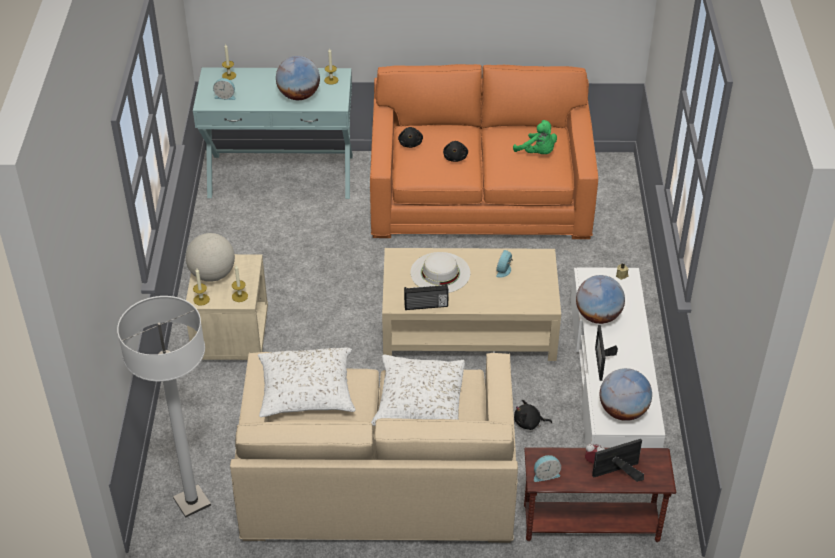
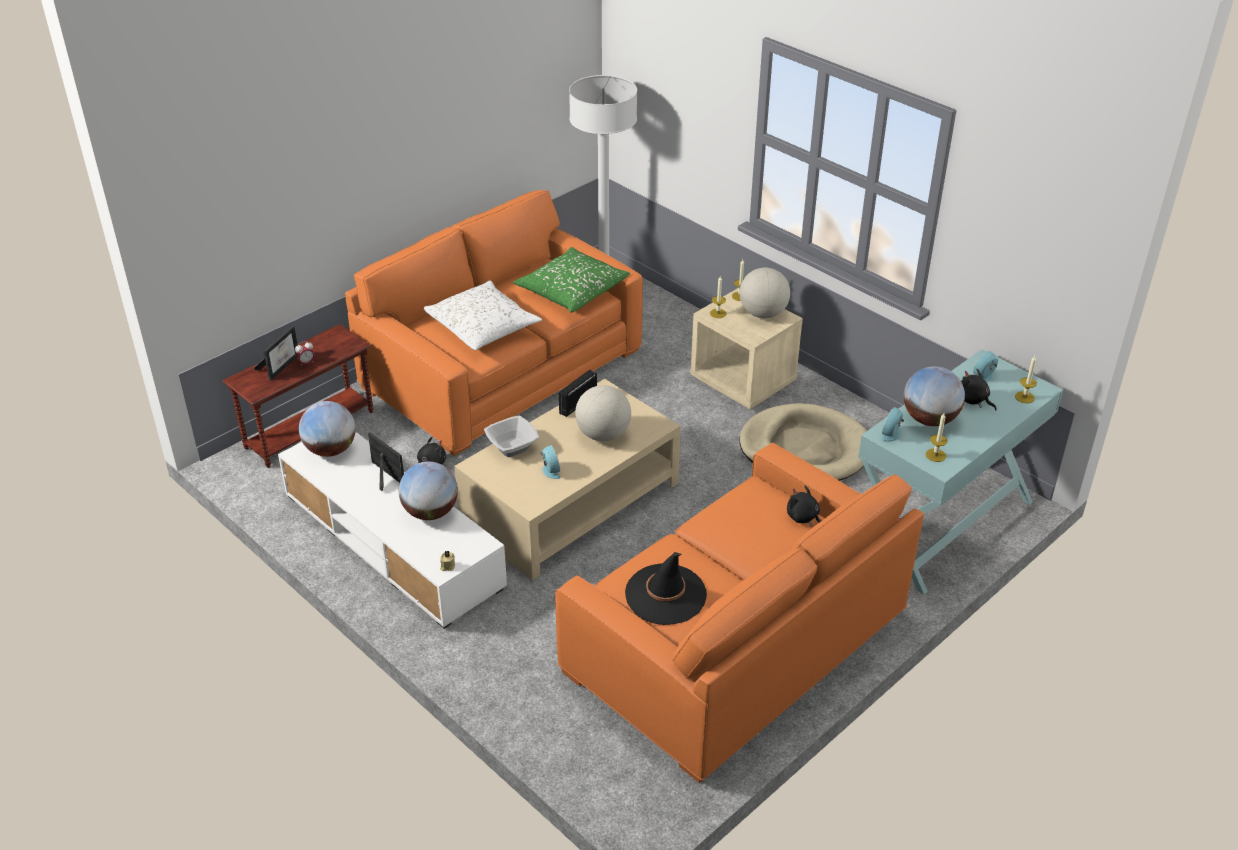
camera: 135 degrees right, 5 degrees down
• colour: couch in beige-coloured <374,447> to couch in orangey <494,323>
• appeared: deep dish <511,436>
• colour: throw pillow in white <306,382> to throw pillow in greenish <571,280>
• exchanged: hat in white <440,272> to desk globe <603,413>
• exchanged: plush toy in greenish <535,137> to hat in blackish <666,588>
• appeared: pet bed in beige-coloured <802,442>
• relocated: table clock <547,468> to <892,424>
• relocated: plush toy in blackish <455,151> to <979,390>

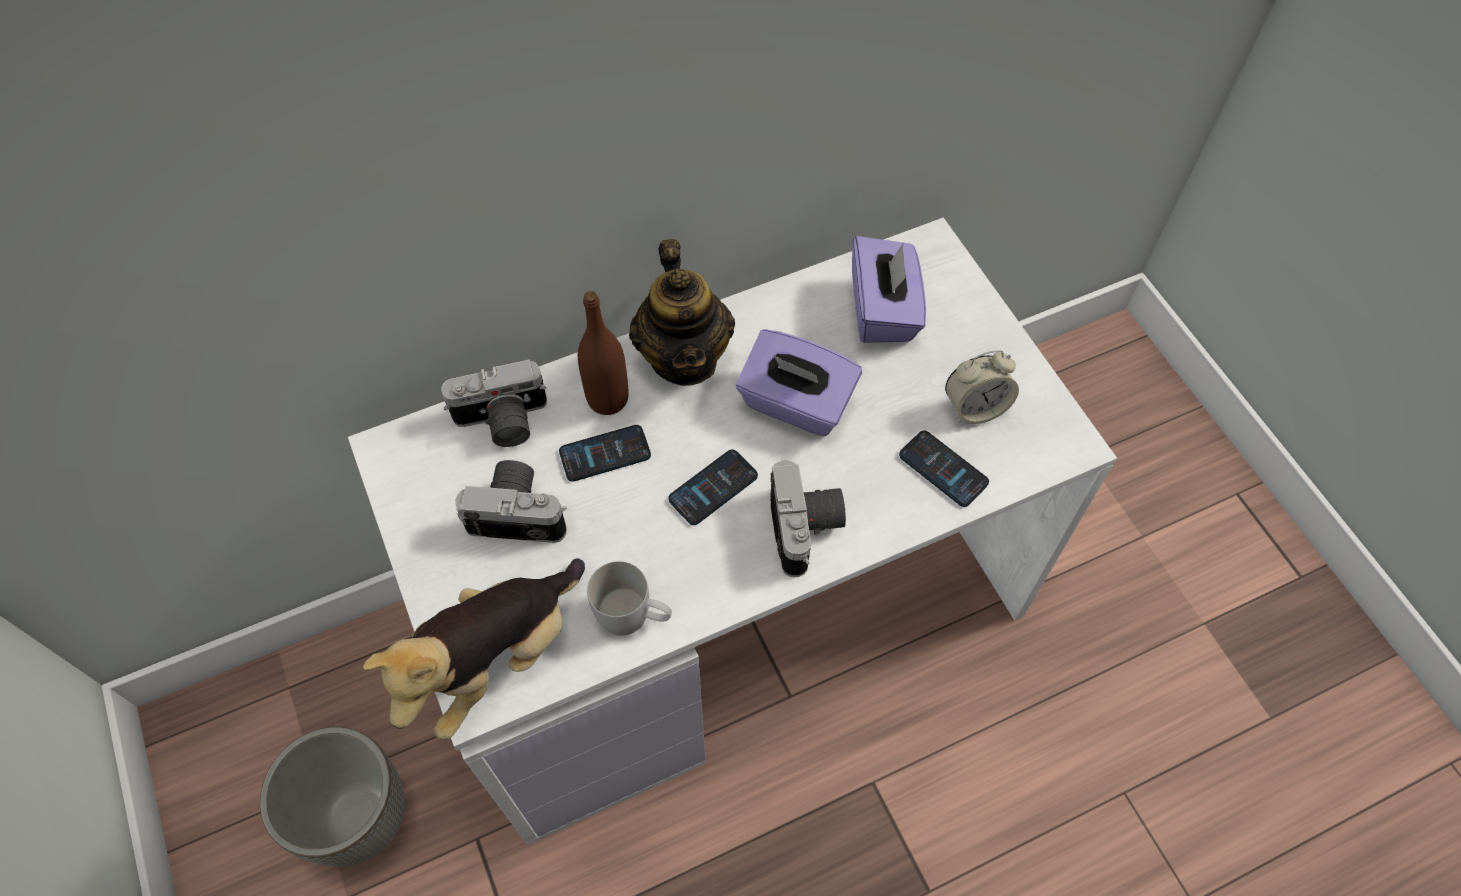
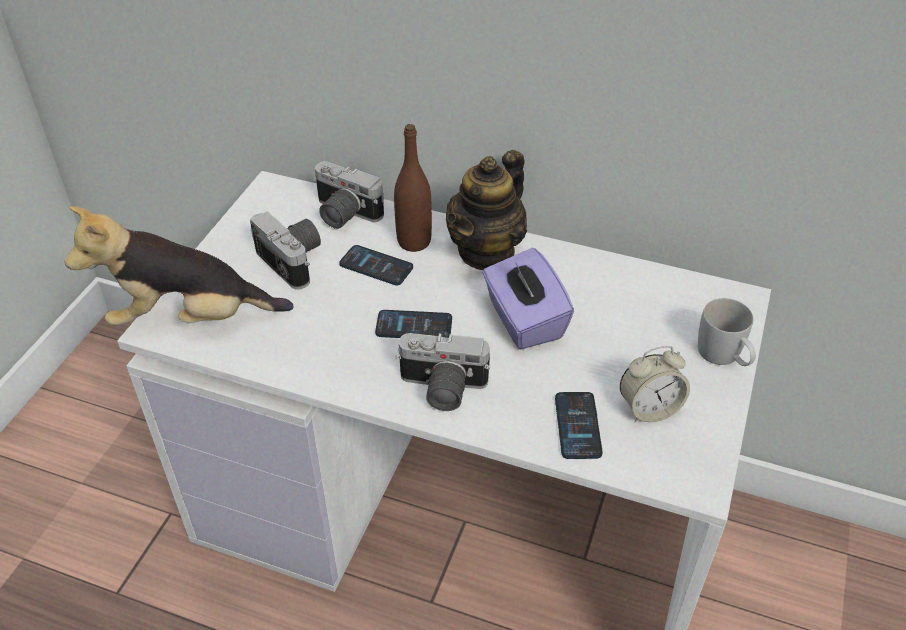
camera: 45 degrees right, 15 degrees down
• spun: photo camera <808,519> = <442,372> 60 degrees clockwise
• spun: table clock <982,387> = <655,384> 45 degrees counterclockwise
• relocated: mug in white <629,598> to <727,332>
• missing: planter <332,797>
• missing: box of tissues in purple-coloured <889,289>

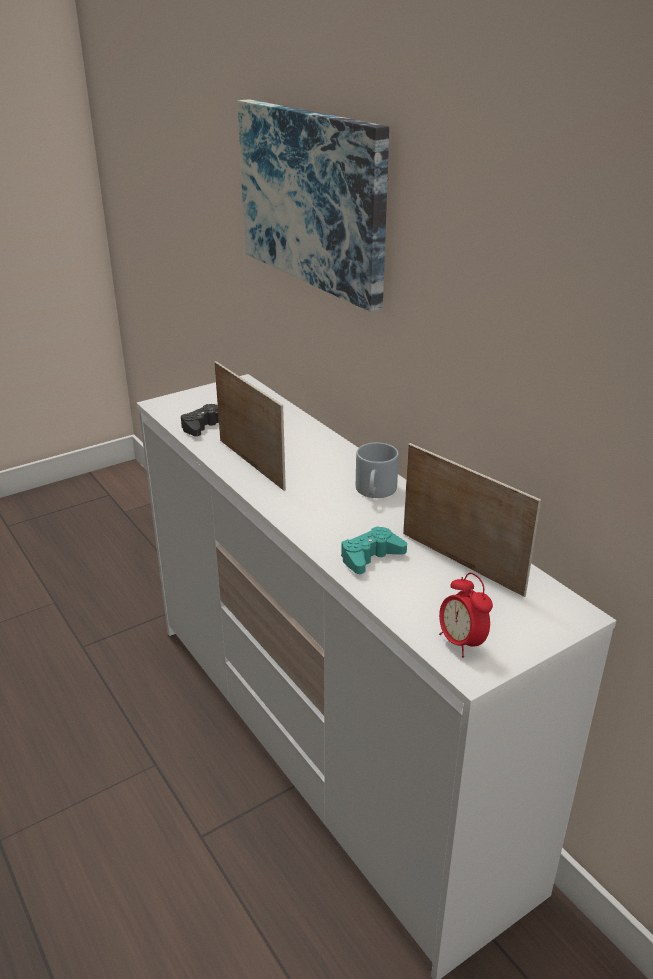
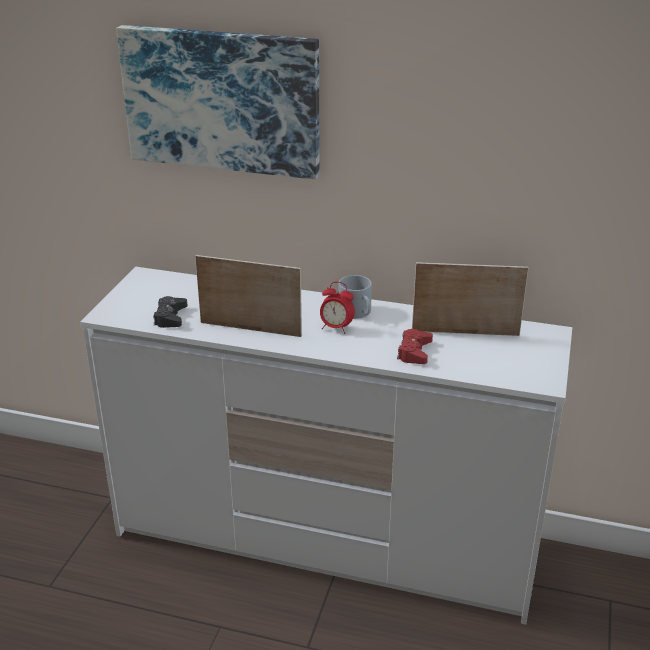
camera: 40 degrees left, 0 degrees up
• relocated: table clock <466,615> to <337,308>
• colour: gamepad in turquoise <374,550> to gamepad in red-coloured <415,346>

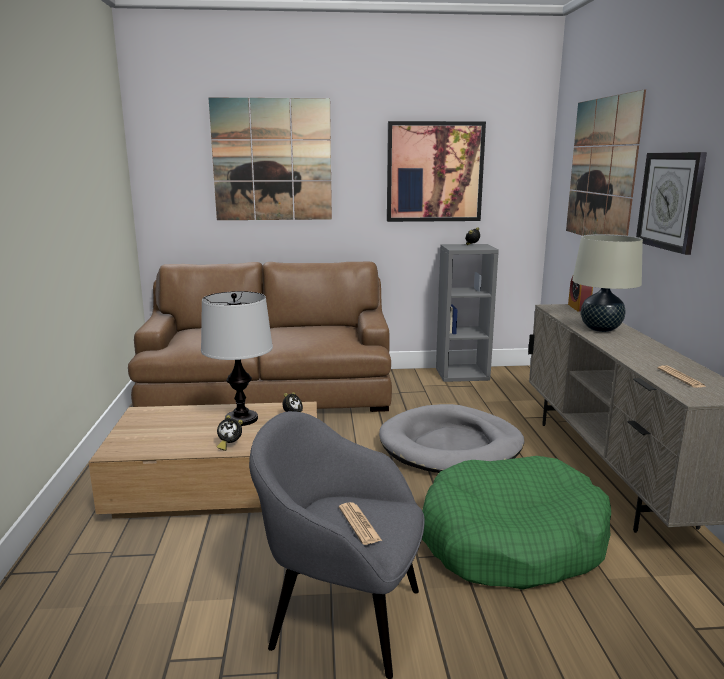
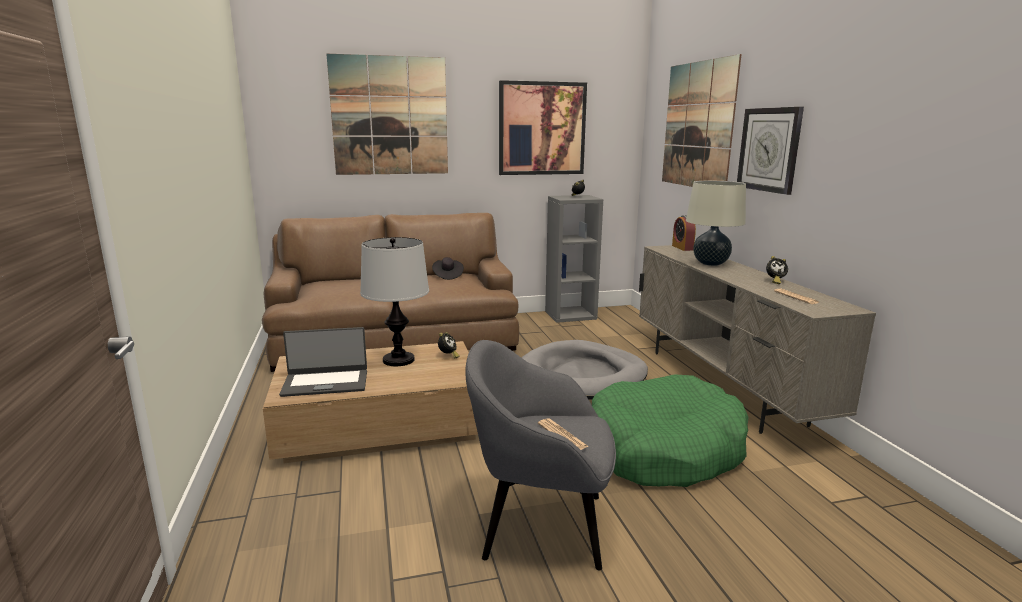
camera: 10 degrees left, 0 degrees up
• appeared: laptop <323,362>
• appeared: hat in blackish <448,268>
• relocated: table clock <230,433> to <777,270>

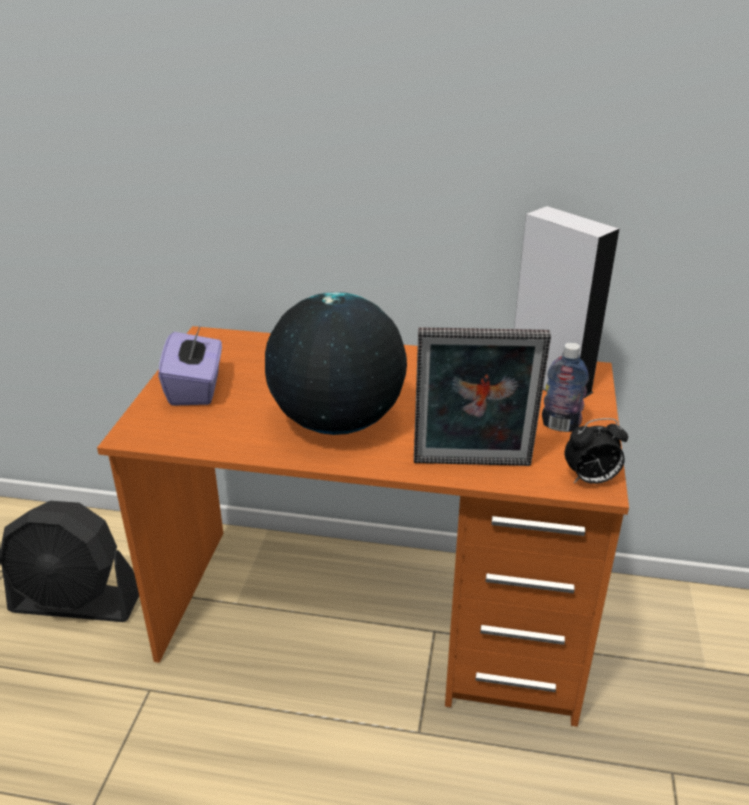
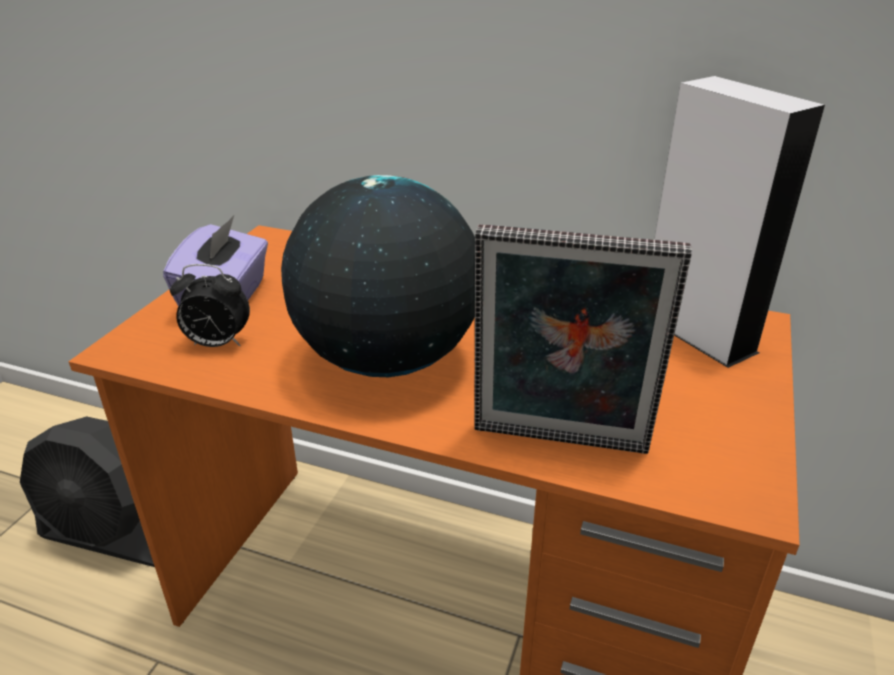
camera: 10 degrees right, 0 degrees up
• relocated: table clock <596,451> to <210,305>
• missing: bottle <565,387>

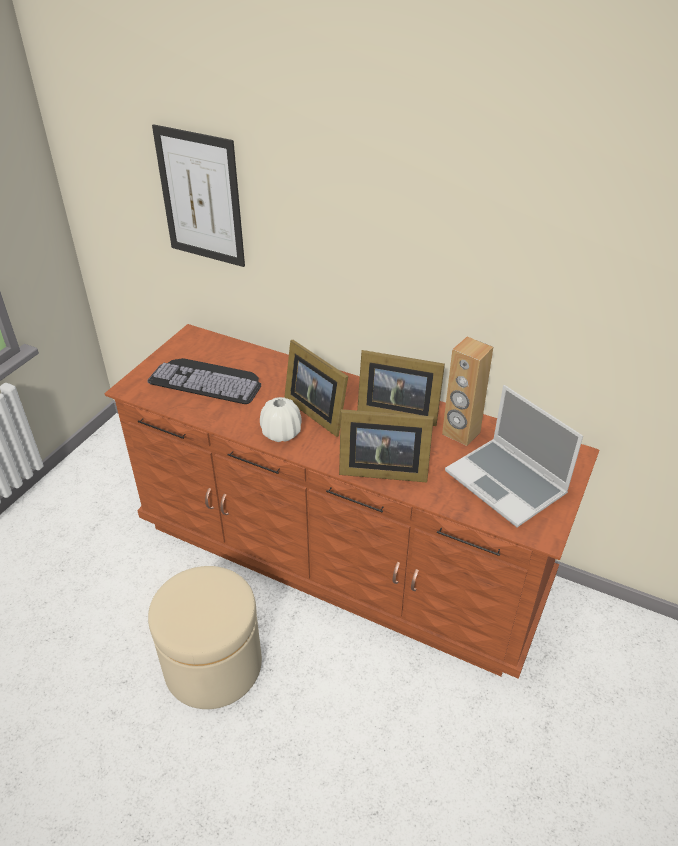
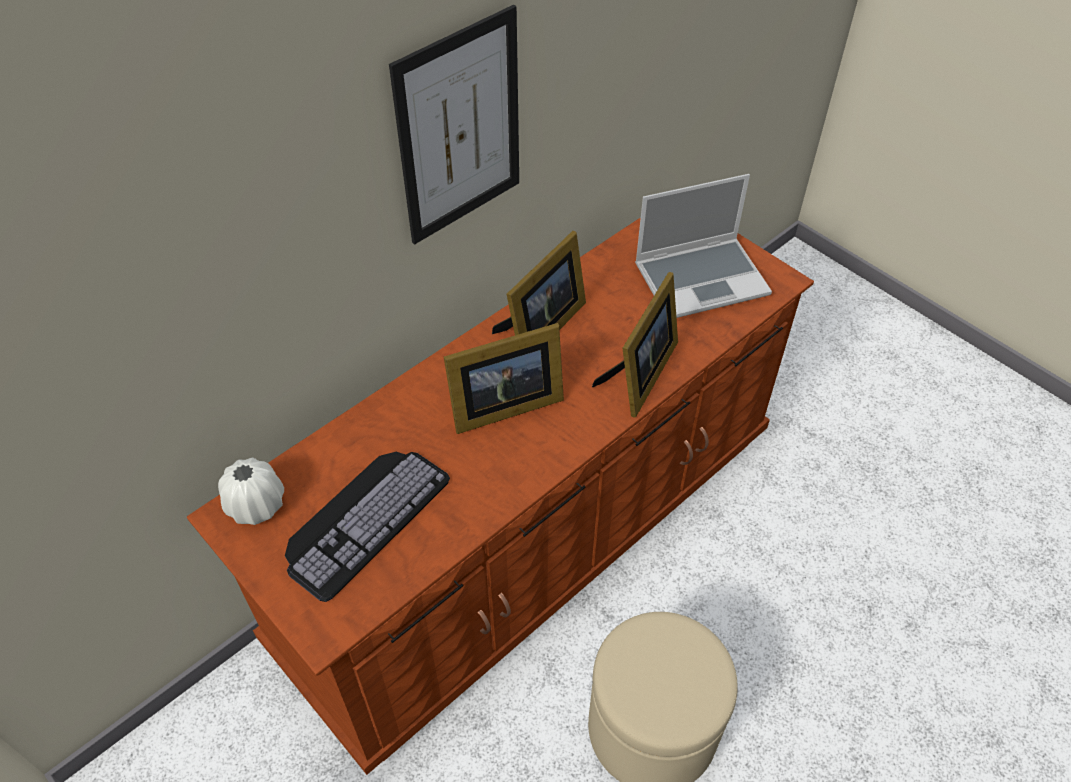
camera: 70 degrees left, 10 degrees up
• relocated: flower vase in white <281,419> to <251,491>
• relocated: picture <198,195> to <454,124>
• missing: loudspeaker in brown <467,391>

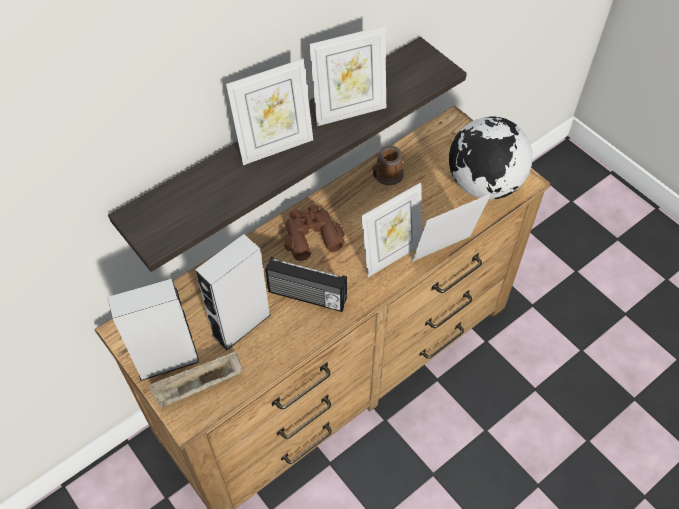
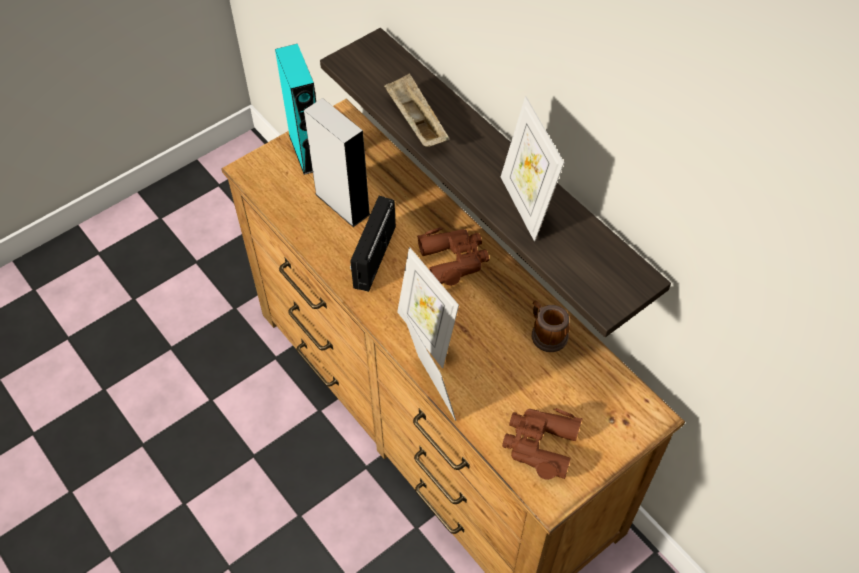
camera: 90 degrees right, 0 degrees up
• colour: loudspeaker in gray <153,329> to loudspeaker in turquoise <295,109>
• relocated: carrying tray in beige-coloured <195,380> to <416,110>
• exchanged: desk globe <491,158> to pair of binoculars in brown <542,444>
• missing: picture frame <269,112>

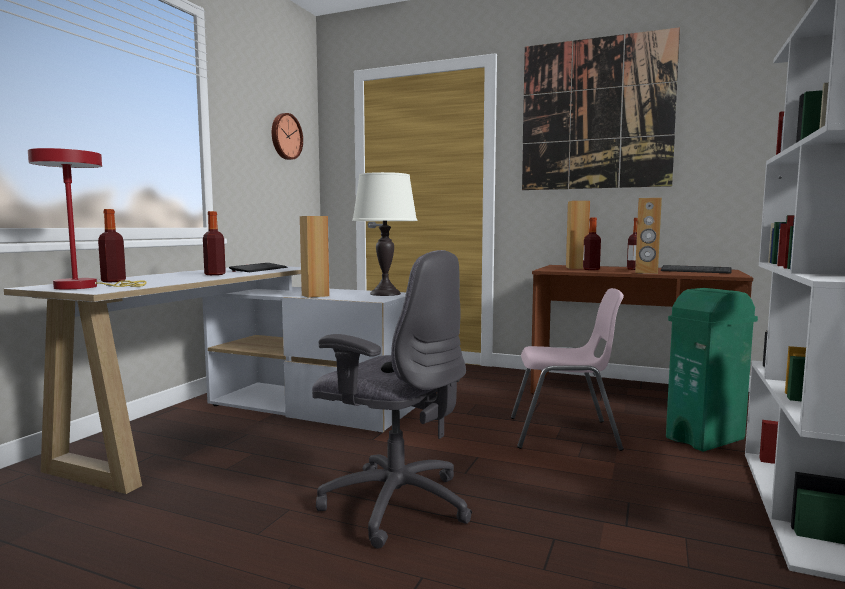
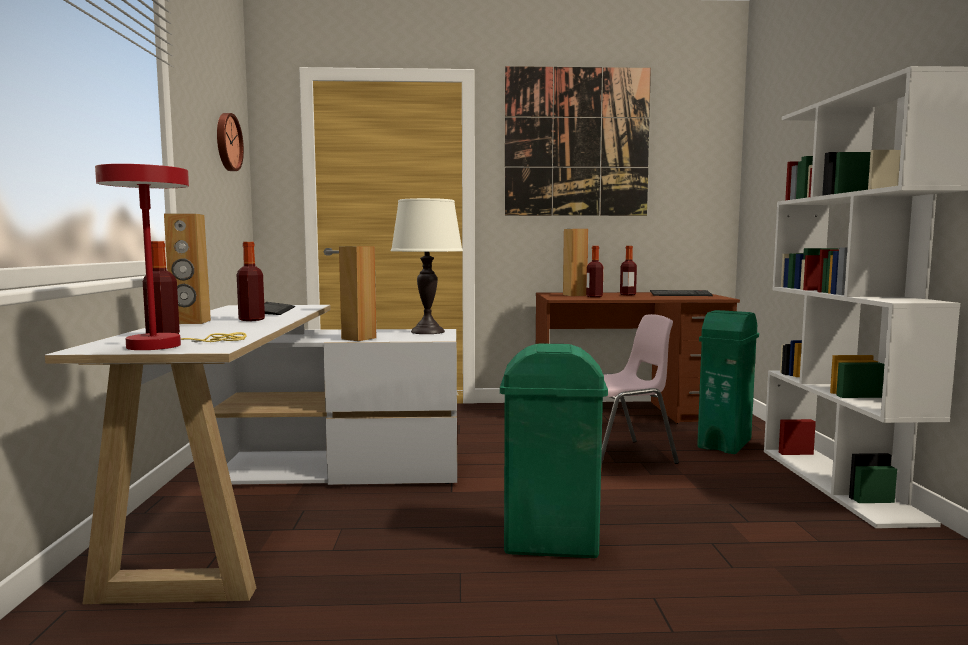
camera: 25 degrees left, 0 degrees up
• relocated: loudspeaker in brown <648,235> to <187,268>
• exchanged: office chair in gray <392,399> to waste bin in greenish <554,450>

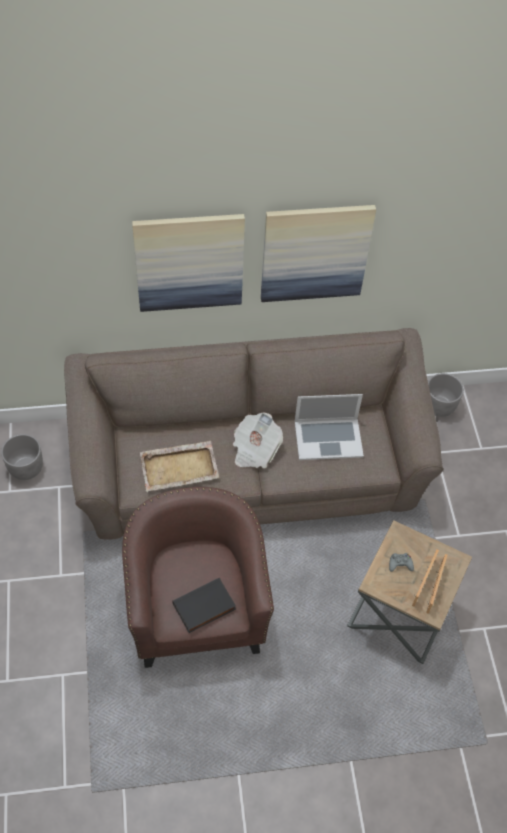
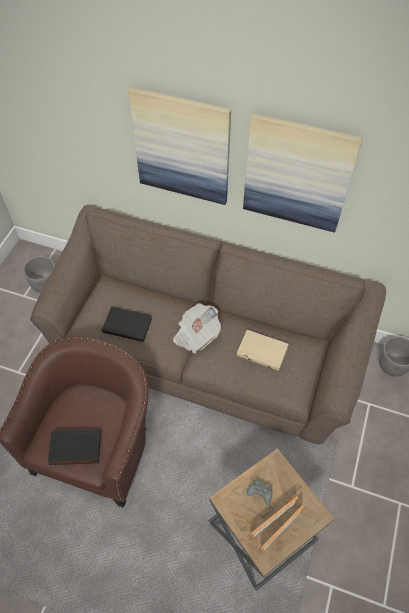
camera: 30 degrees right, 0 degrees up
• exchanged: carrying tray in beige-coloured <179,466> to bound book in blackish <127,324>
• exchanged: laptop <329,427> to bound book in beige-coloured <262,350>

